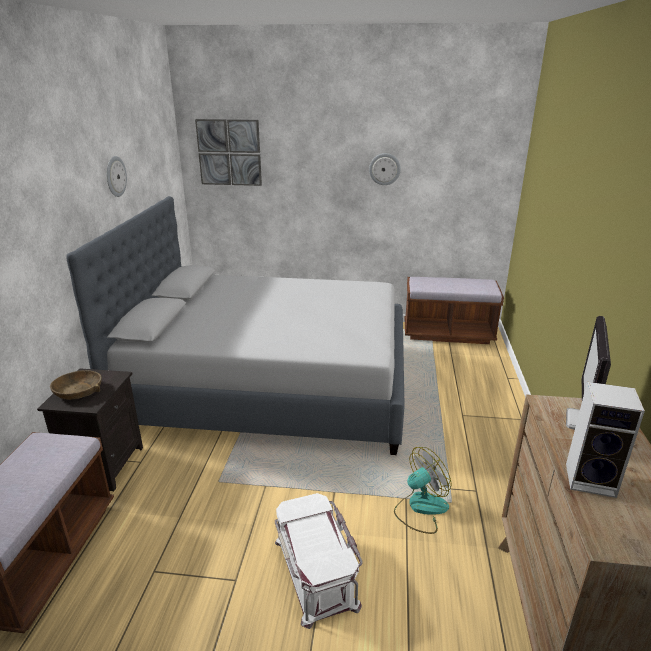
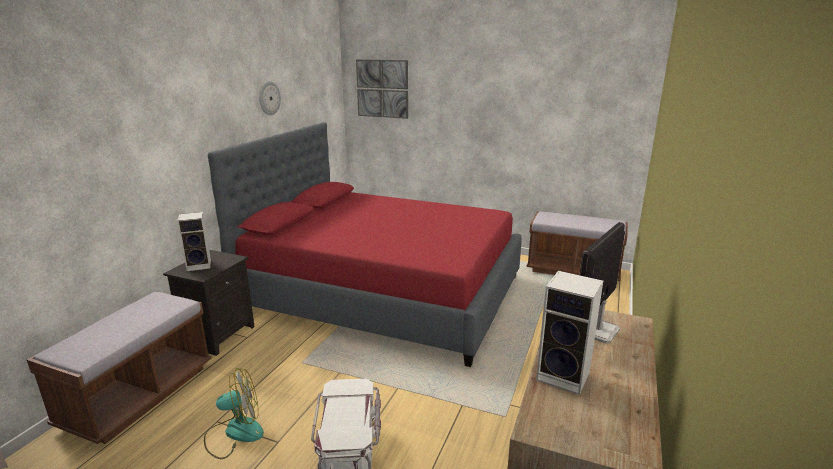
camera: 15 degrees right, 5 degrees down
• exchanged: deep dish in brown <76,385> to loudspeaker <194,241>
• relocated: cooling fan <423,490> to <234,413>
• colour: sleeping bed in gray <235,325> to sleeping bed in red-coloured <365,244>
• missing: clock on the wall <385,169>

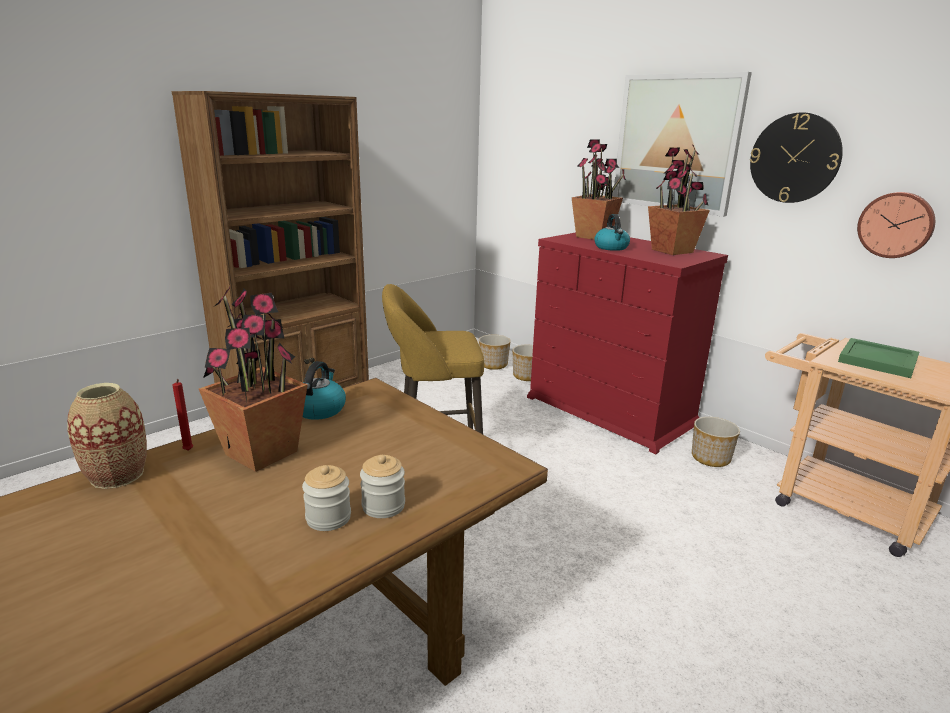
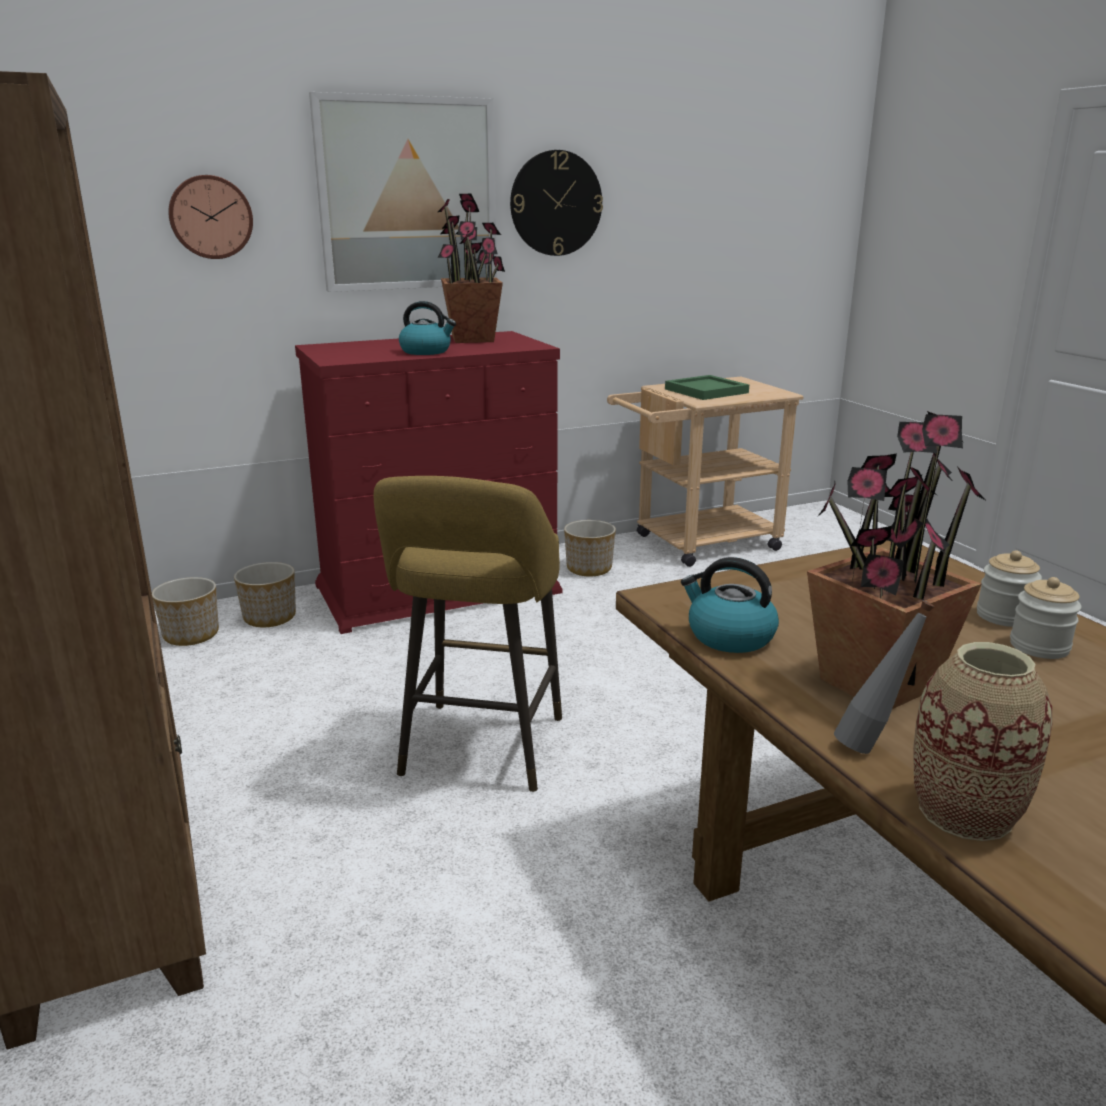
camera: 70 degrees left, 0 degrees up
• relocated: clock on the wall <896,225> to <210,217>
• exchanged: candle in red-coloured <182,415> to bottle in gray <884,677>
• missing: potted plant <598,189>

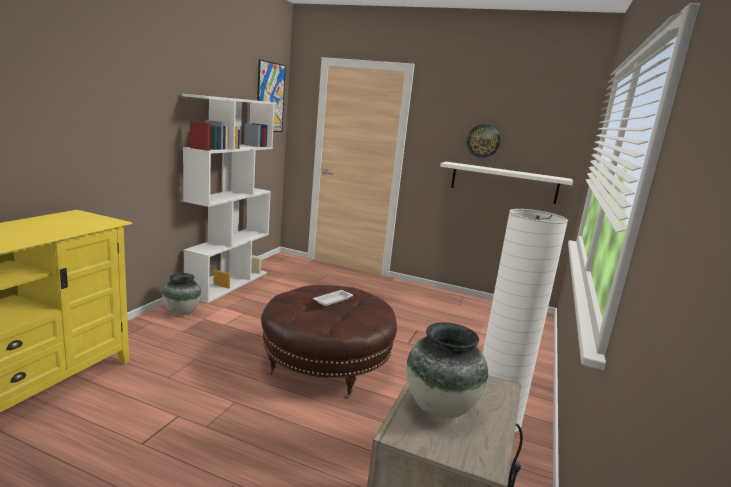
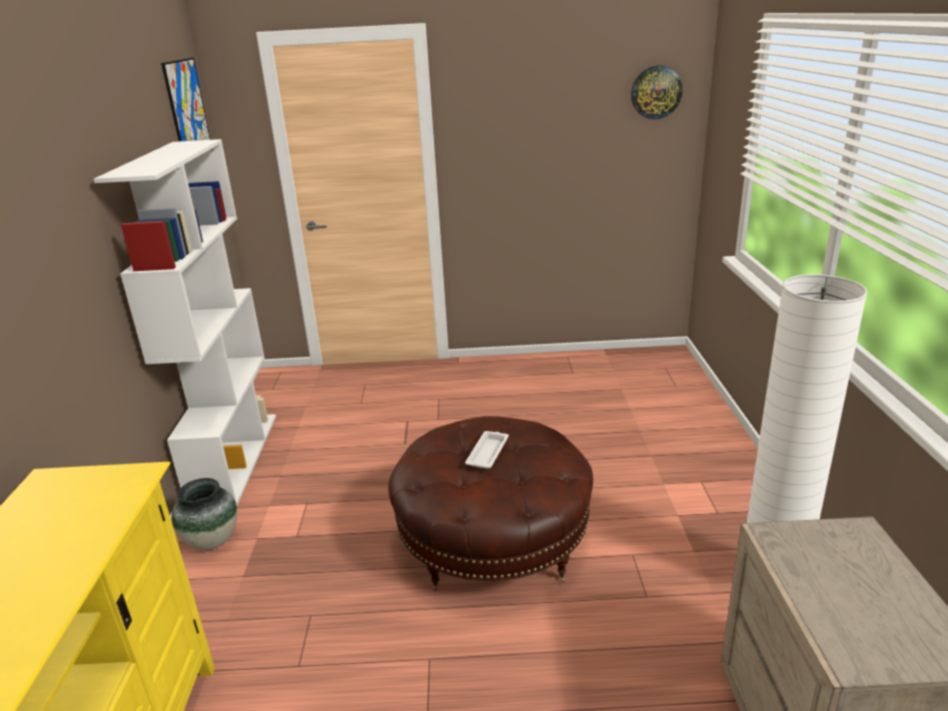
camera: 20 degrees left, 10 degrees up
• relocated: clock on the wall <484,141> to <657,92>
• missing: flower vase <447,370>
• missing: bracket shelf in white <506,183>

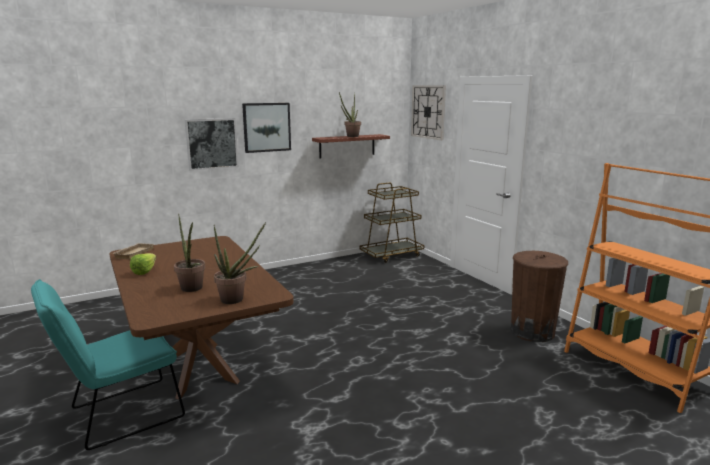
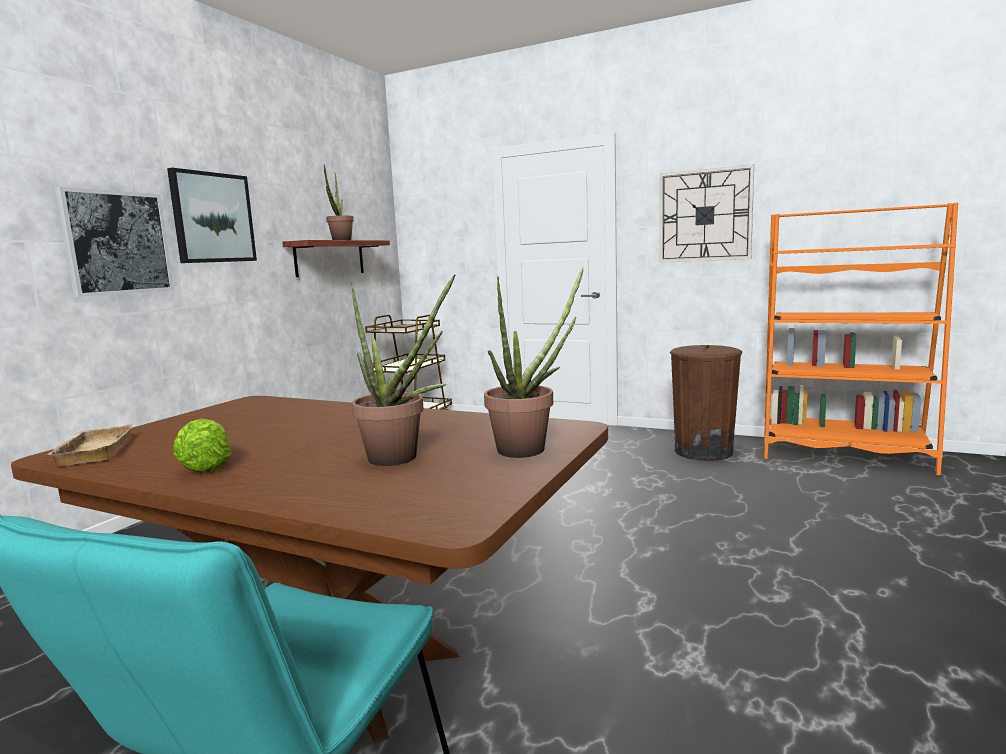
camera: 35 degrees left, 5 degrees down
• relocated: clock on the wall <428,112> to <706,213>

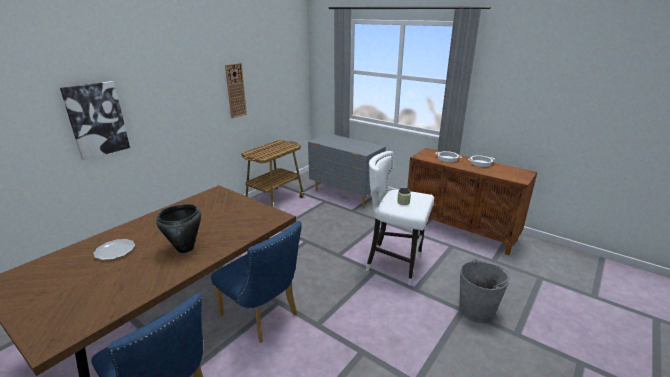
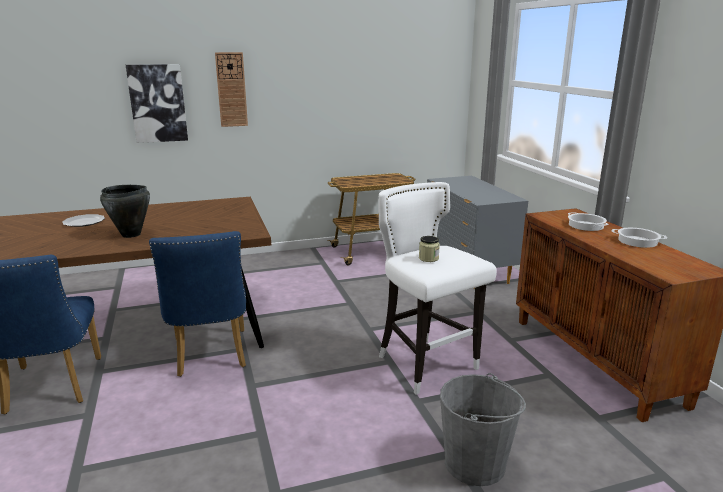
camera: 35 degrees right, 5 degrees down
• relocated: clock on the wall <236,90> to <231,89>

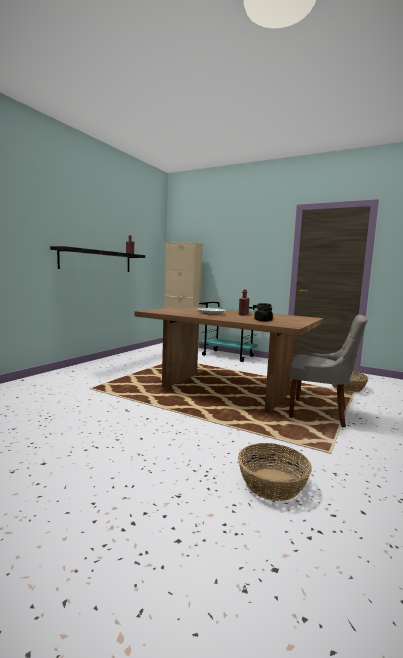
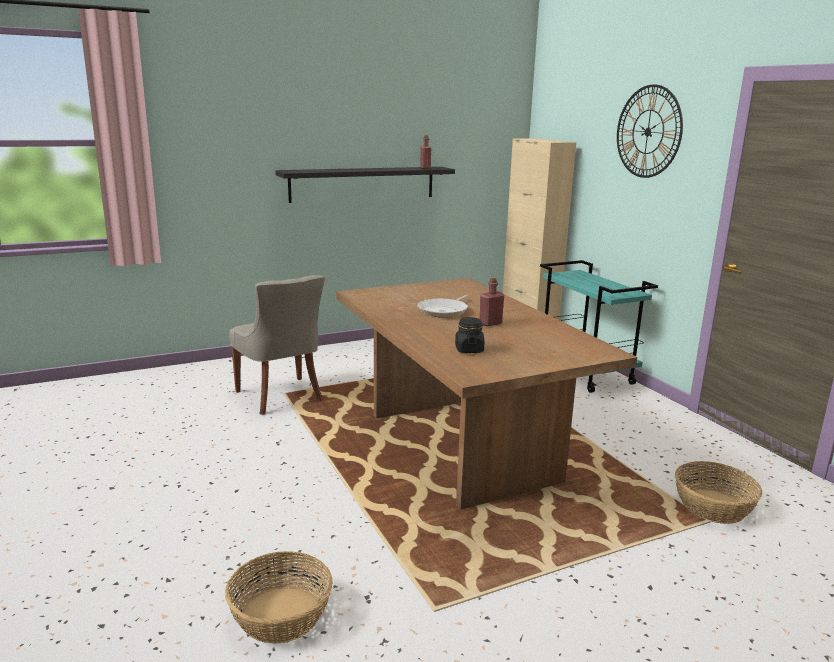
camera: 35 degrees right, 10 degrees up
• relocated: chair in gray <328,371> to <277,345>
• appeared: clock on the wall <650,131>

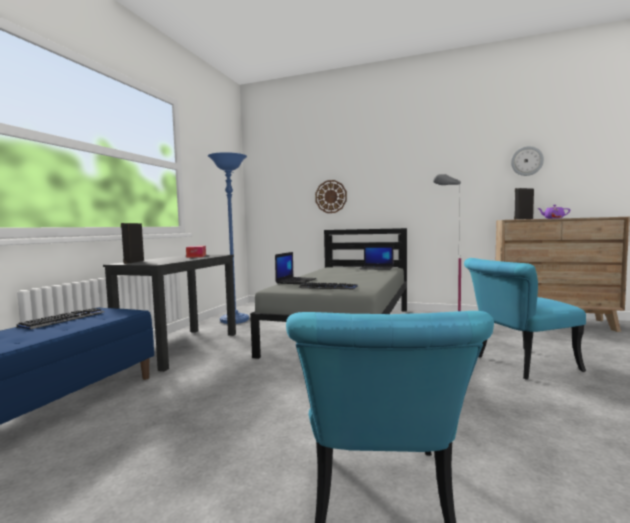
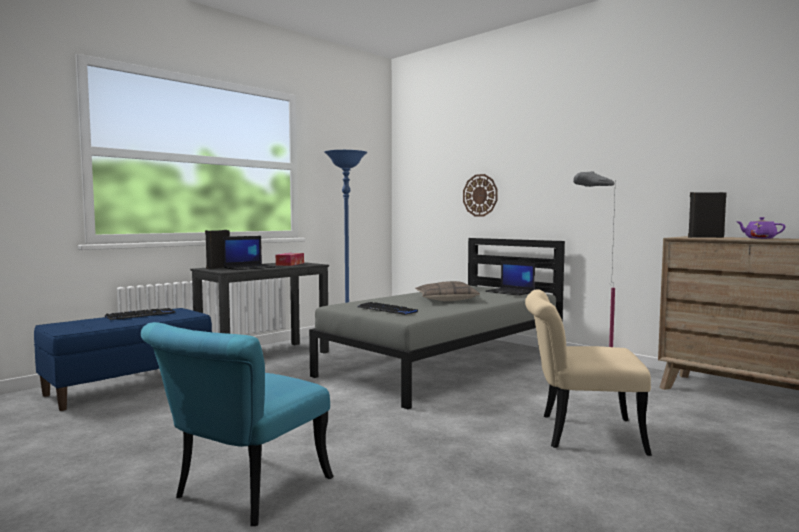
camera: 25 degrees right, 0 degrees up
• relocated: laptop <296,268> to <249,253>
• appeared: throw pillow <447,291>
• colour: chair in turquoise <525,318> to chair in beige-coloured <588,372>
• missing: clock on the wall <527,161>

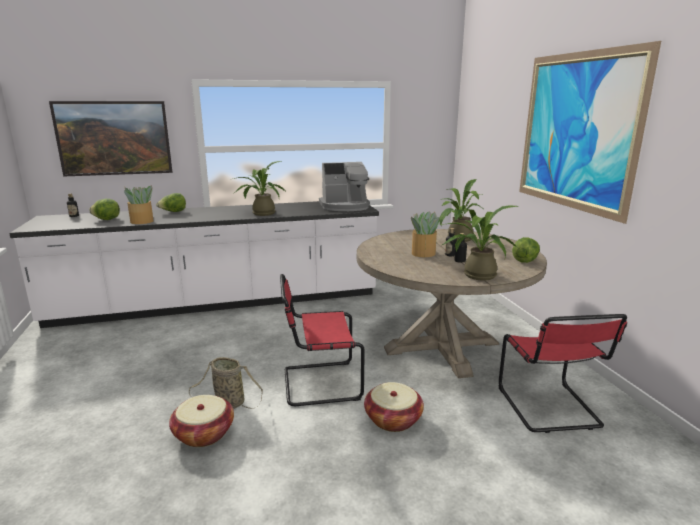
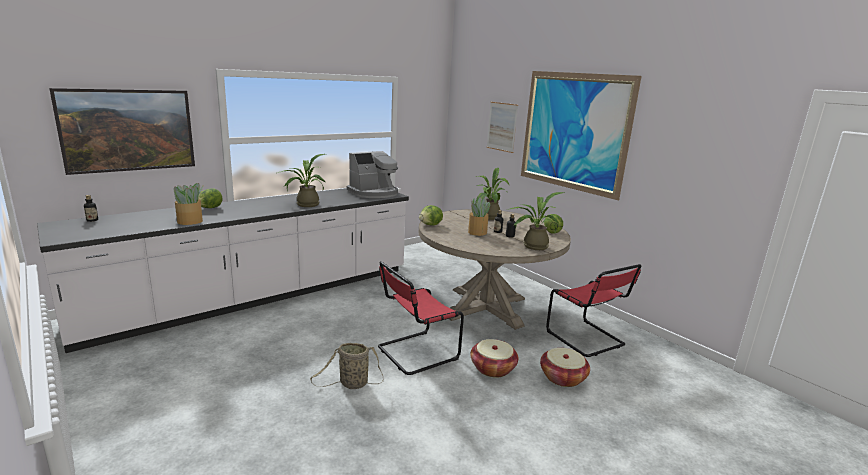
camera: 25 degrees left, 0 degrees up
• relocated: head of lettuce <104,209> to <431,215>
• appeared: picture <502,127>
• relocated: storage basket <201,421> to <565,367>

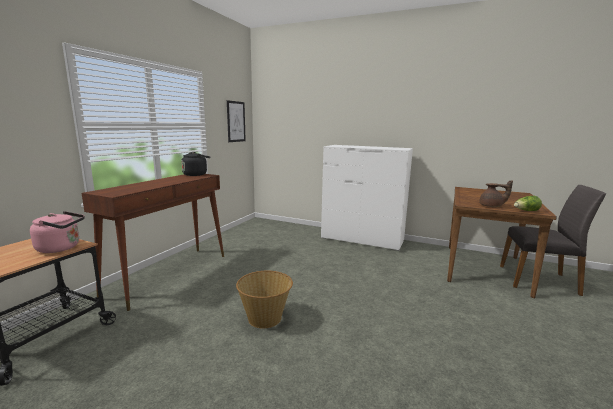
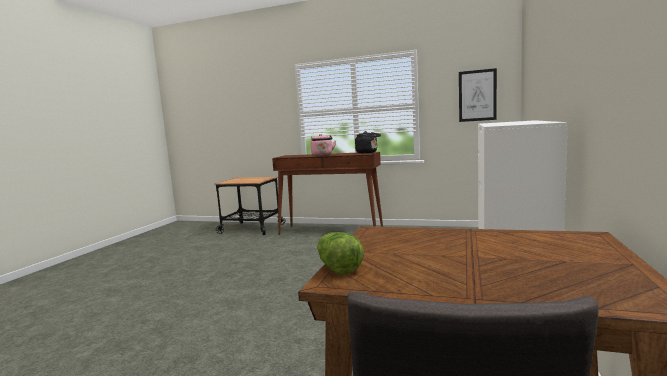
camera: 85 degrees right, 5 degrees down
• relocated: water kettle in pink <57,232> to <323,145>
• missing: storage basket <264,299>
• missing: teapot in brown <496,193>

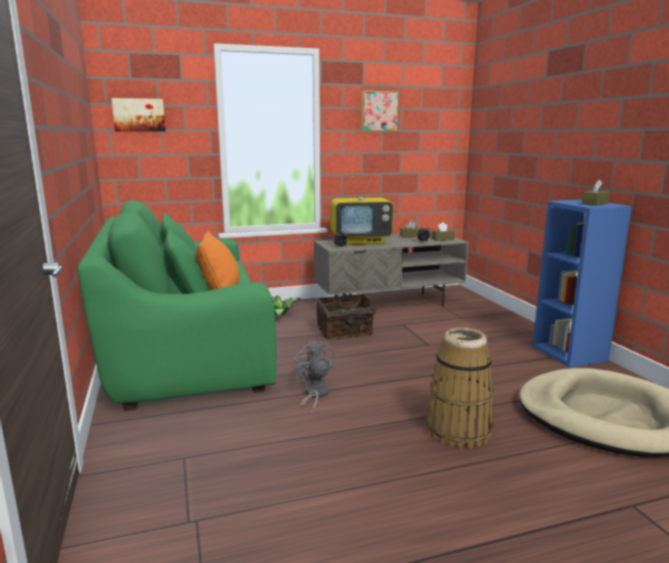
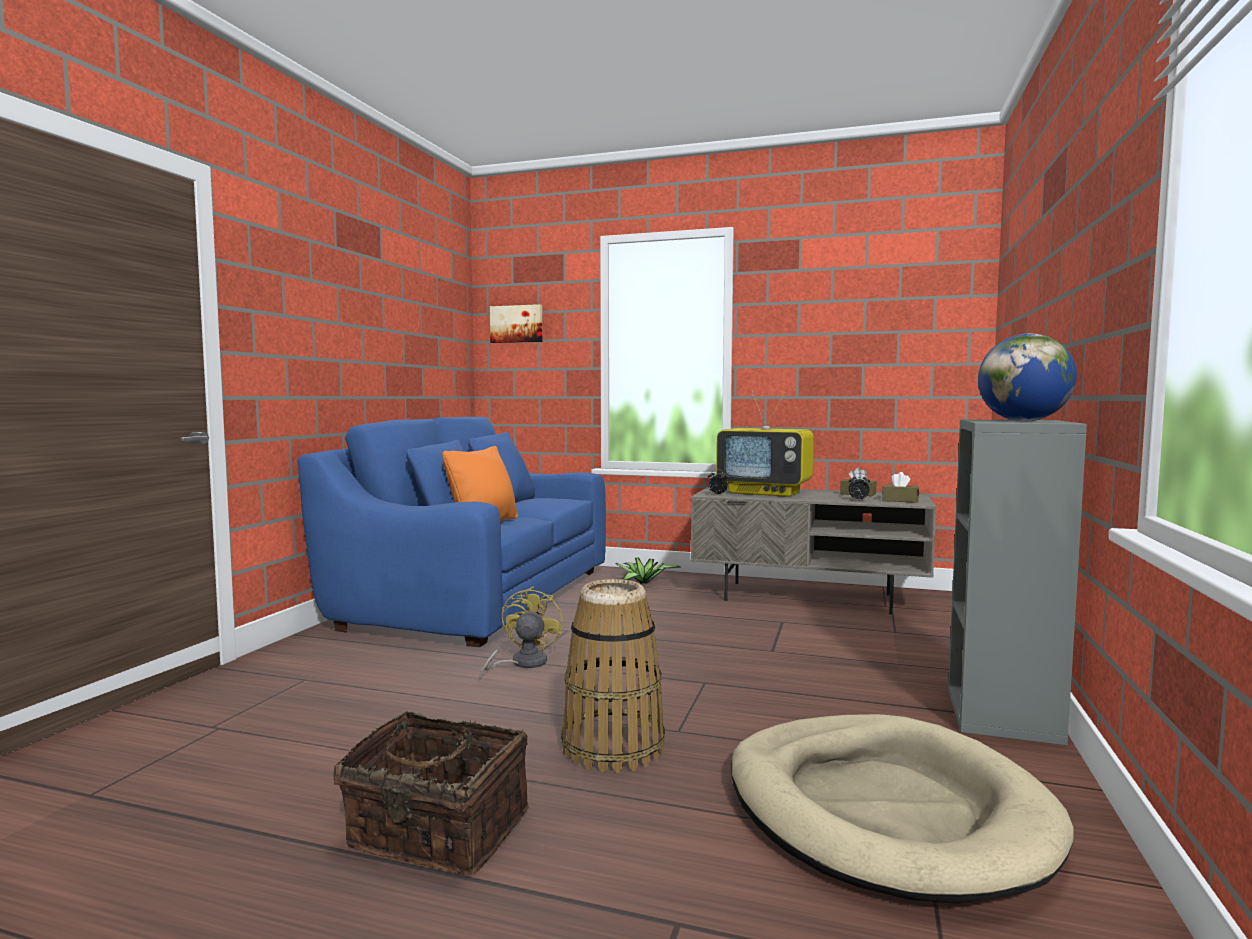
camera: 35 degrees right, 10 degrees down
• colour: couch in greenish <177,305> to couch in blue <452,532>
• relocated: storage basket <346,316> to <431,793>
• colour: cooling fan in gray <314,376> to cooling fan in yellow <521,632>
• colour: shelving unit in blue <582,284> to shelving unit in gray <1017,582>
• exchanged: box of tissues in brown <595,193> to desk globe <1027,377>
• missing: picture <380,111>

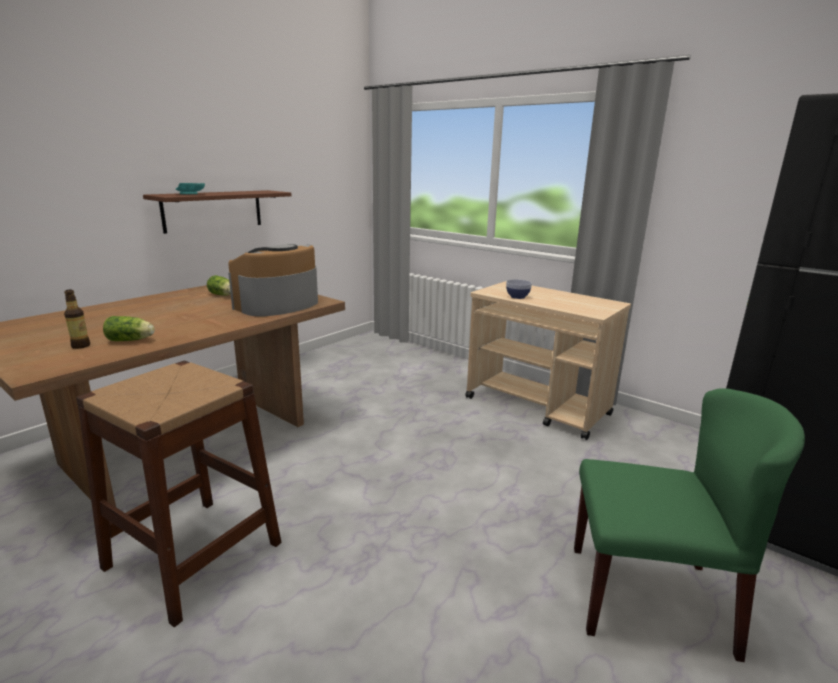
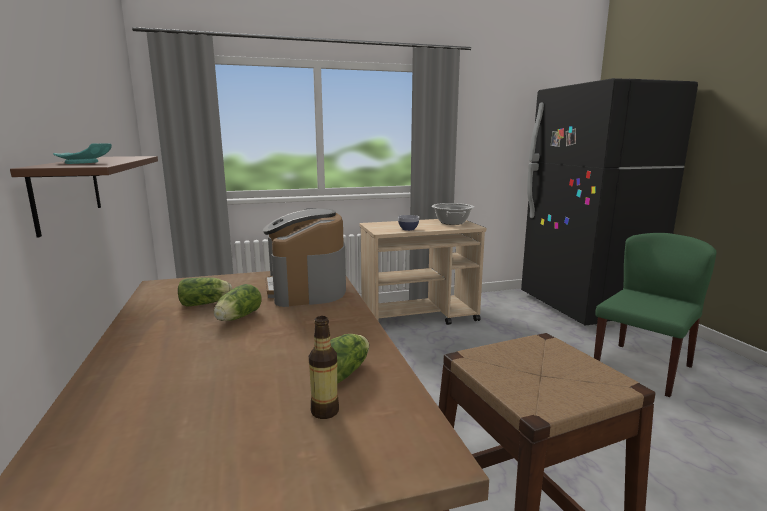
camera: 55 degrees left, 5 degrees down
• appeared: head of lettuce <238,302>
• appeared: saucepot <453,214>

